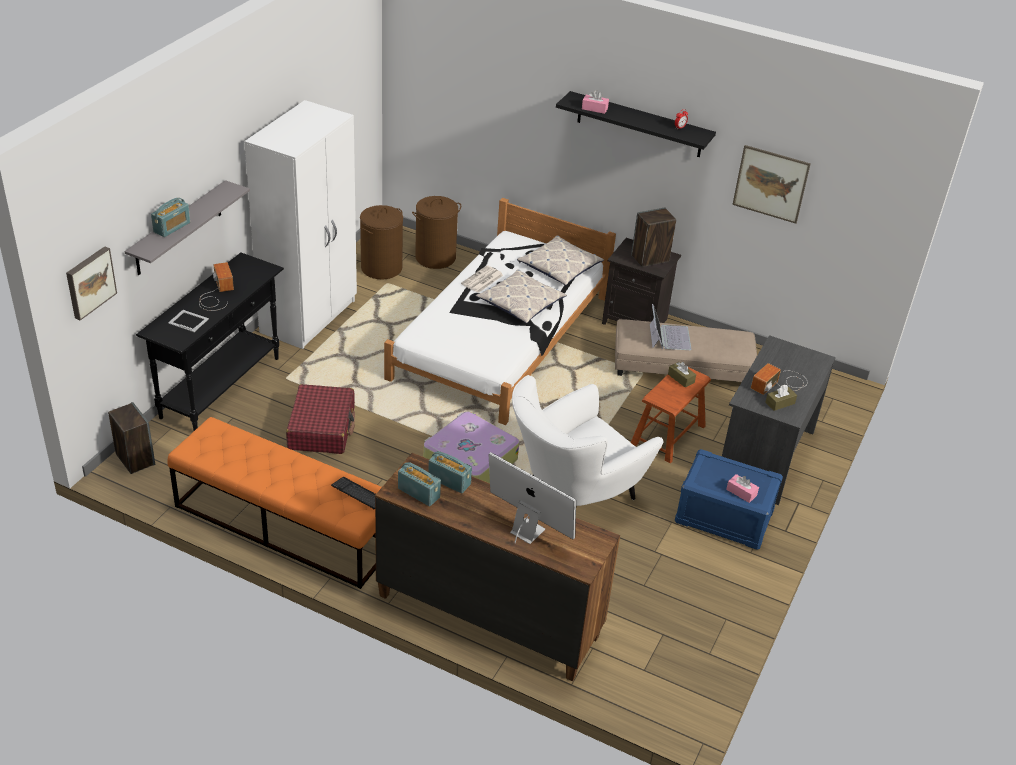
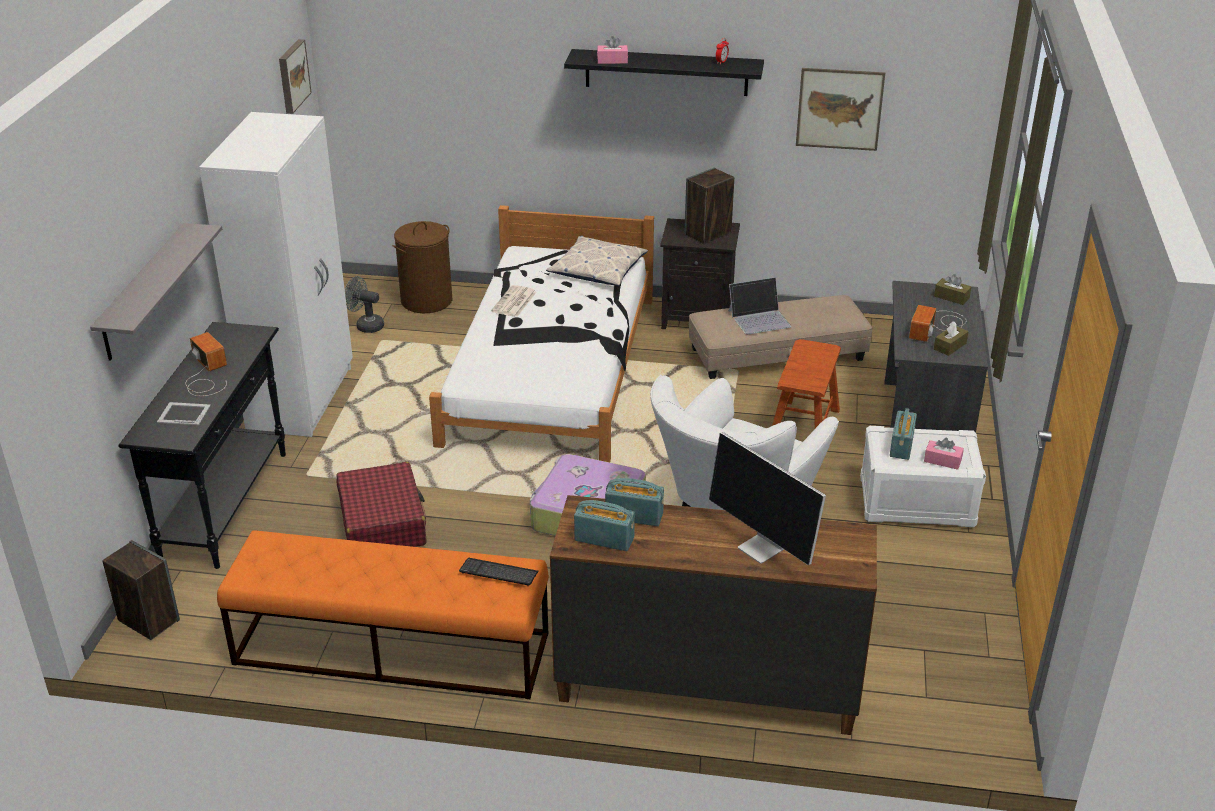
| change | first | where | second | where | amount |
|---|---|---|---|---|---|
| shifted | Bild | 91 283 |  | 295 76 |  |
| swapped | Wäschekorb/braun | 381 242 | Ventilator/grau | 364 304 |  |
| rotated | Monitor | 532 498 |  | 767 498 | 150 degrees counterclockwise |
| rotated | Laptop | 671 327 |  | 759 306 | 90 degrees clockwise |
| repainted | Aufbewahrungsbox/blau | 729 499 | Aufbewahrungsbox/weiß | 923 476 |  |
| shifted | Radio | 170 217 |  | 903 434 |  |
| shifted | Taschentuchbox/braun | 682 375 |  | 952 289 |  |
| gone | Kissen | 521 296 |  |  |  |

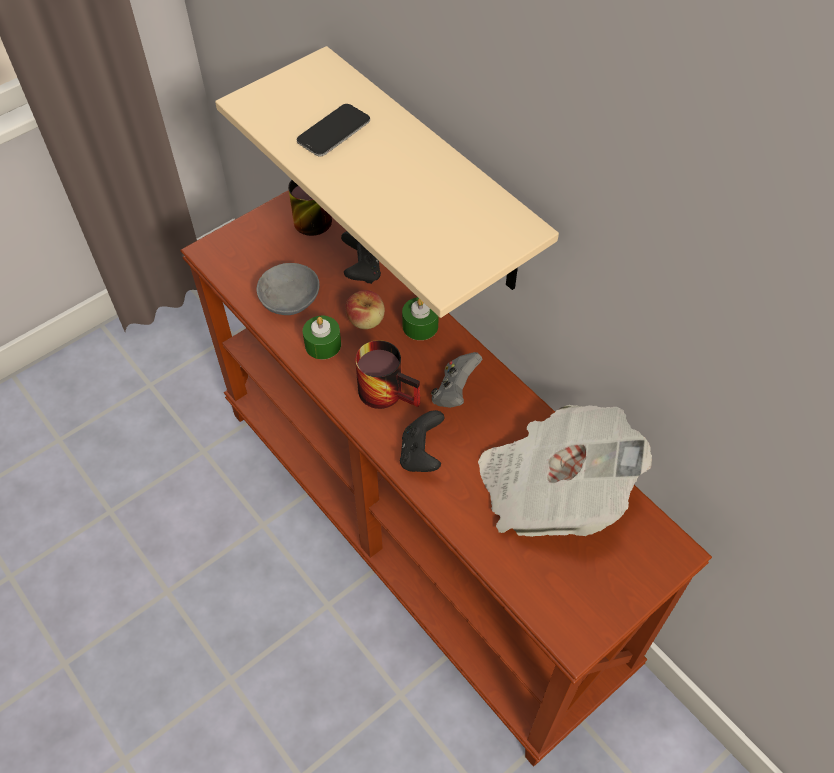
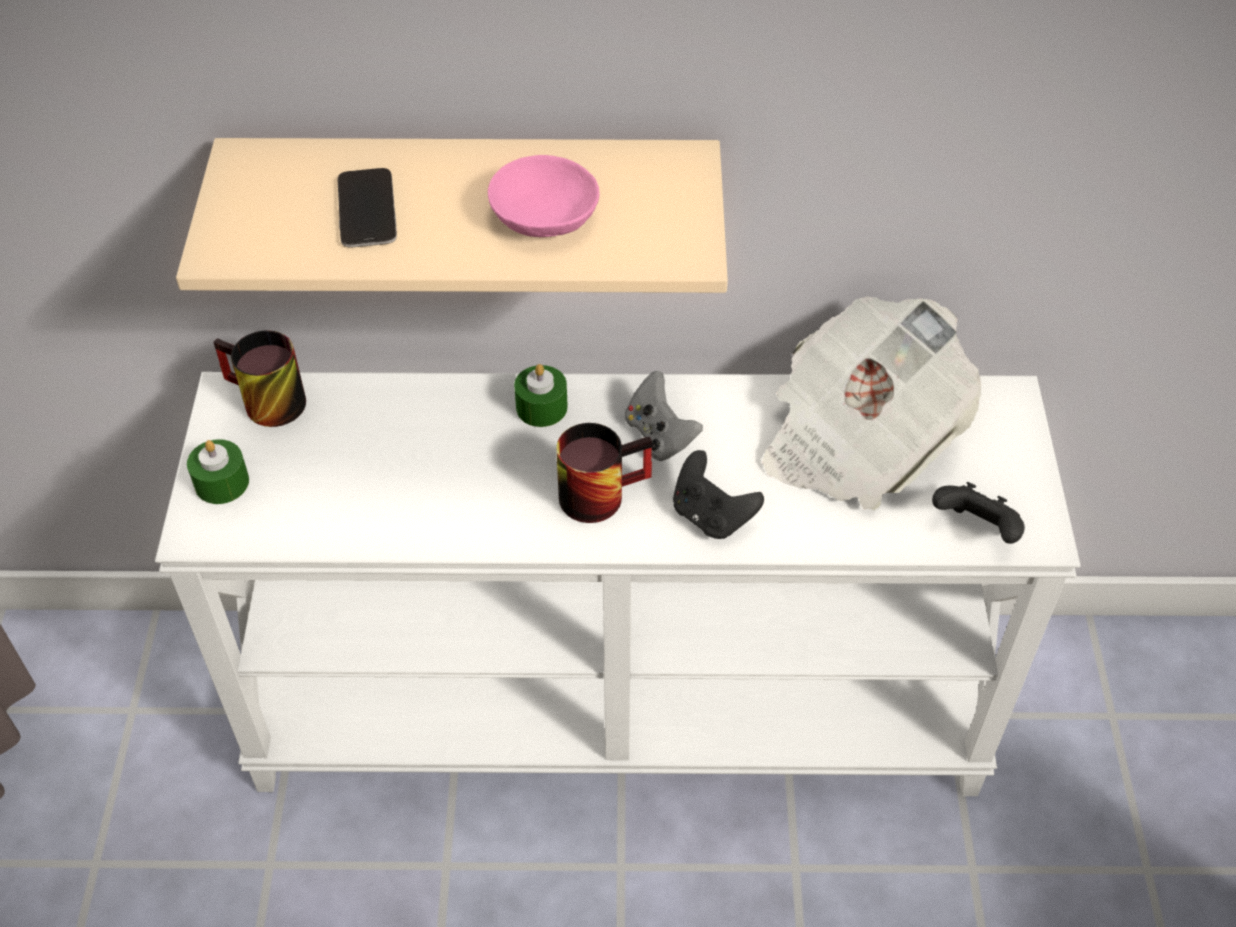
| change | first | where | second | where | amount |
|---|---|---|---|---|---|
| repainted | Konsolentisch/braun | 446 478 | Konsolentisch/weiß | 618 584 |  |
| shifted | Kerze/grün | 322 337 |  | 218 471 |  |
| new |  |  | Schüssel/rosa | 543 196 |  |
| shifted | Gamepad/schwarz | 361 257 |  | 978 513 |  |
| gone | Schüssel/grau | 288 289 |  |  |  |
| gone | Apfel | 365 309 |  |  |  |

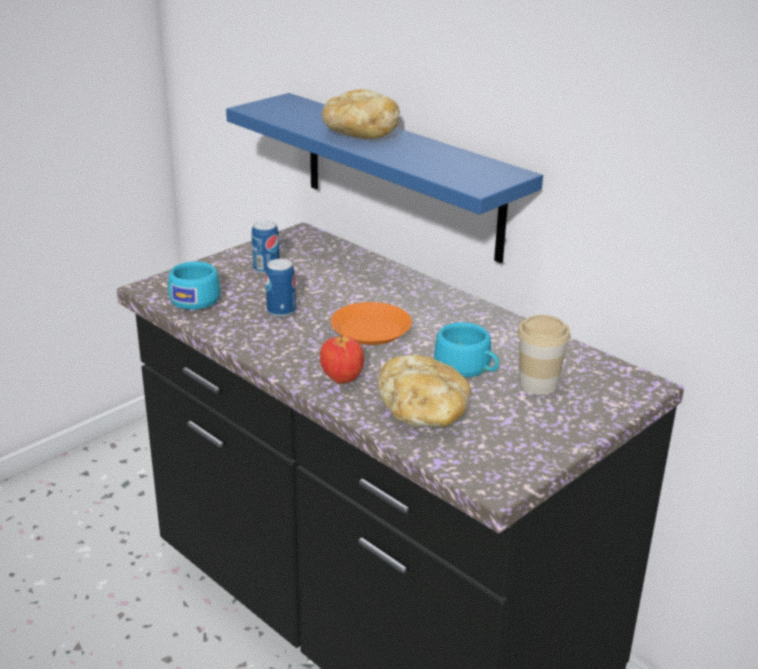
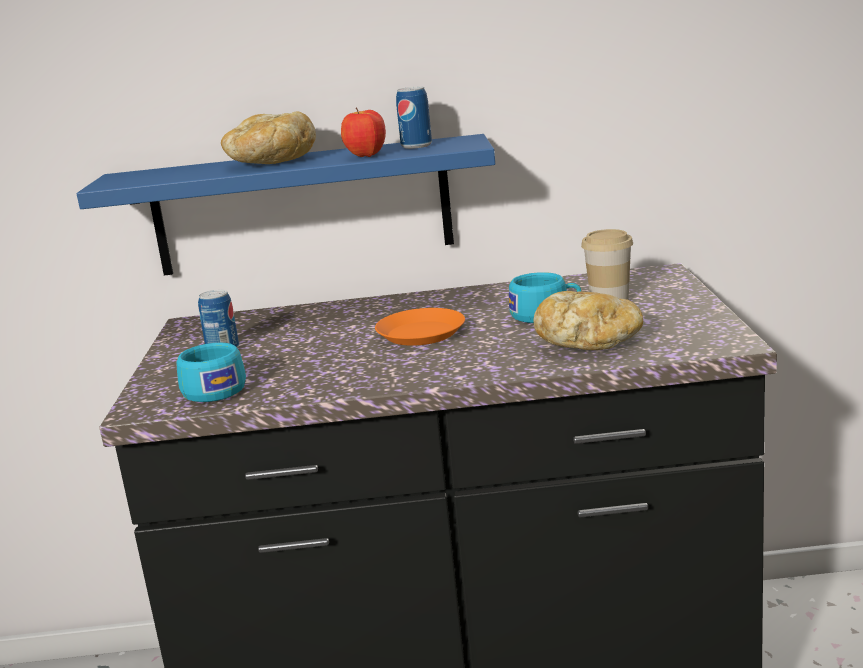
| change | first | where | second | where | amount |
|---|---|---|---|---|---|
| shifted | Apfel | 342 359 |  | 363 132 |  |
| shifted | Dose | 280 288 |  | 414 118 |  |

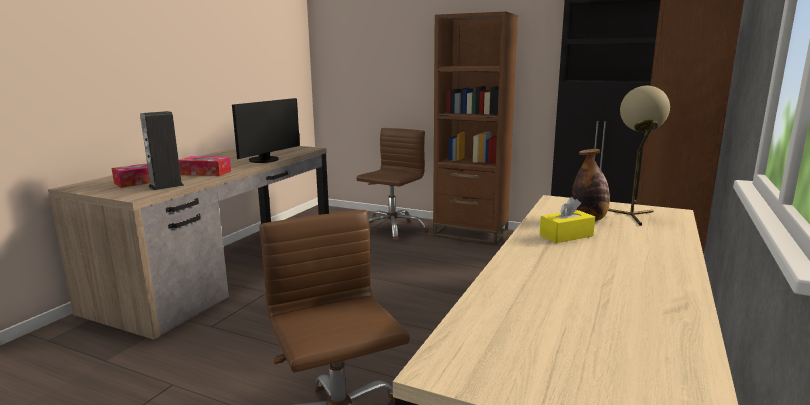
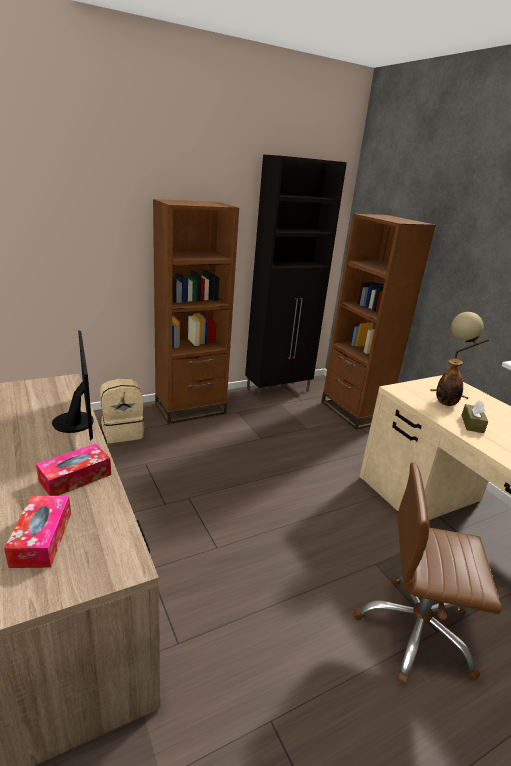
| change | first | where | second | where | amount |
|---|---|---|---|---|---|
| swapped | Bürostuhl/braun | 392 185 | Rucksack/beige | 122 410 |  |
| repainted | Taschentuchbox/gelb | 567 220 | Taschentuchbox/braun | 474 416 |  |
| gone | Lautsprecher | 162 150 |  |  |  |

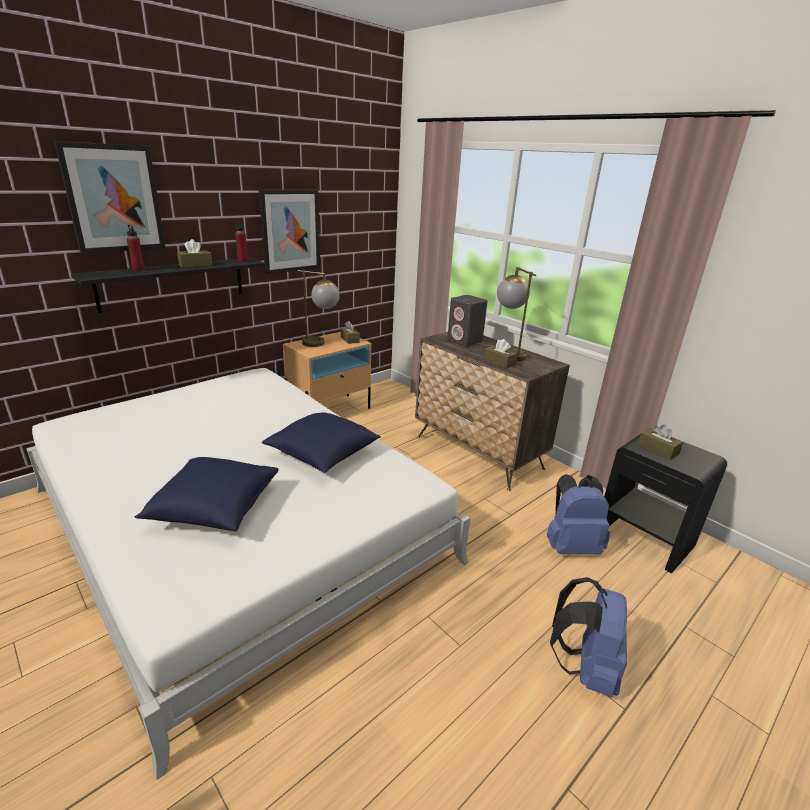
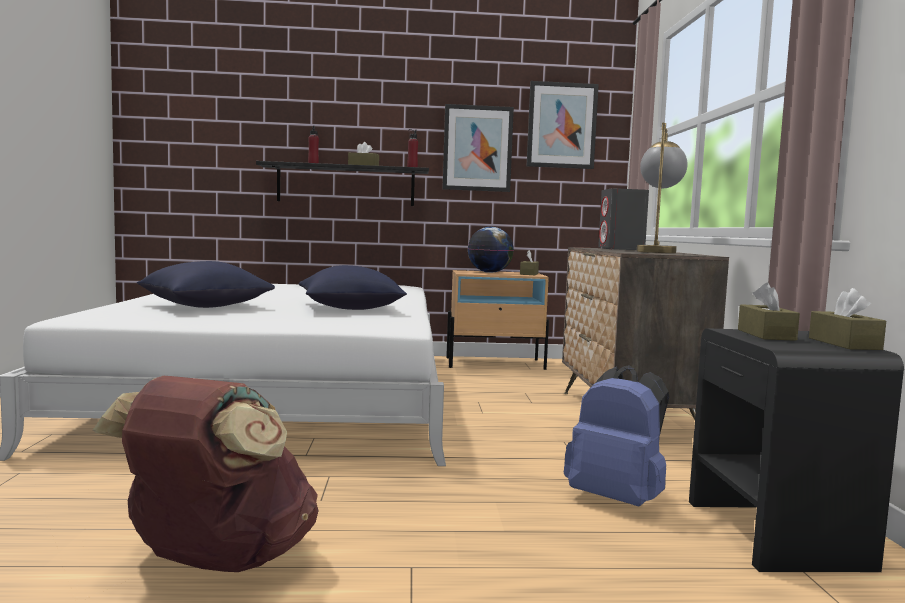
| change | first | where | second | where | amount |
|---|---|---|---|---|---|
| new |  |  | Rucksack/braun | 206 474 |  |
| swapped | Tischlampe | 318 308 | Globus | 491 250 |  |
| shifted | Bild | 110 197 |  | 563 125 |  |
| shifted | Taschentuchbox/braun | 500 354 |  | 847 319 |  |
| gone | Rucksack/blau | 588 637 |  |  |  |

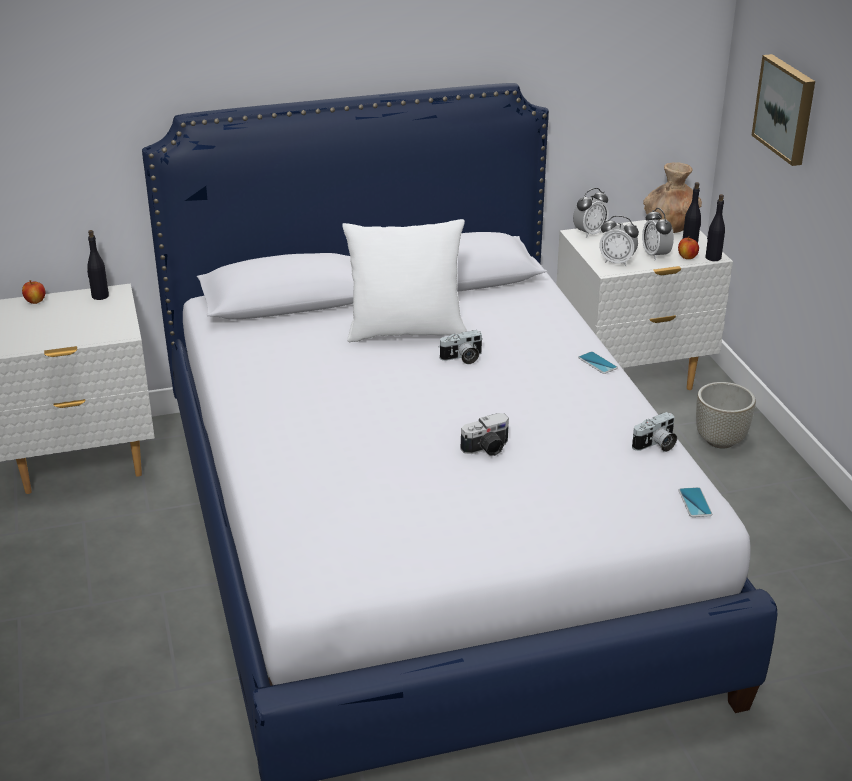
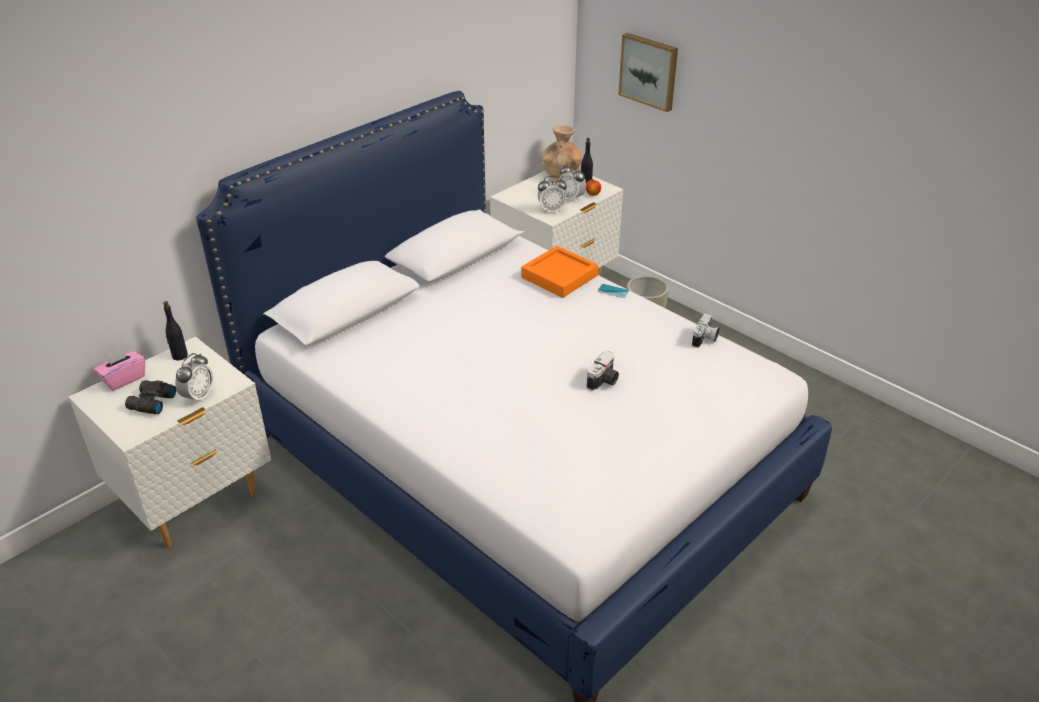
| change | first | where | second | where | amount |
|---|---|---|---|---|---|
| swapped | Apfel | 33 292 | Taschentuchbox/rosa | 119 369 |  |
| new |  |  | Fernglas/schwarz | 150 397 |  |
| shifted | Wecker | 591 213 |  | 194 379 |  |
| new |  |  | Tablett/orange | 559 272 |  |
| gone | Kissen/weiß | 404 280 |  |  |  |
| gone | Kamera | 461 347 |  |  |  |
| gone | Handy | 696 502 |  |  |  |
| gone | Flasche/schwarz | 715 227 |  |  |  |

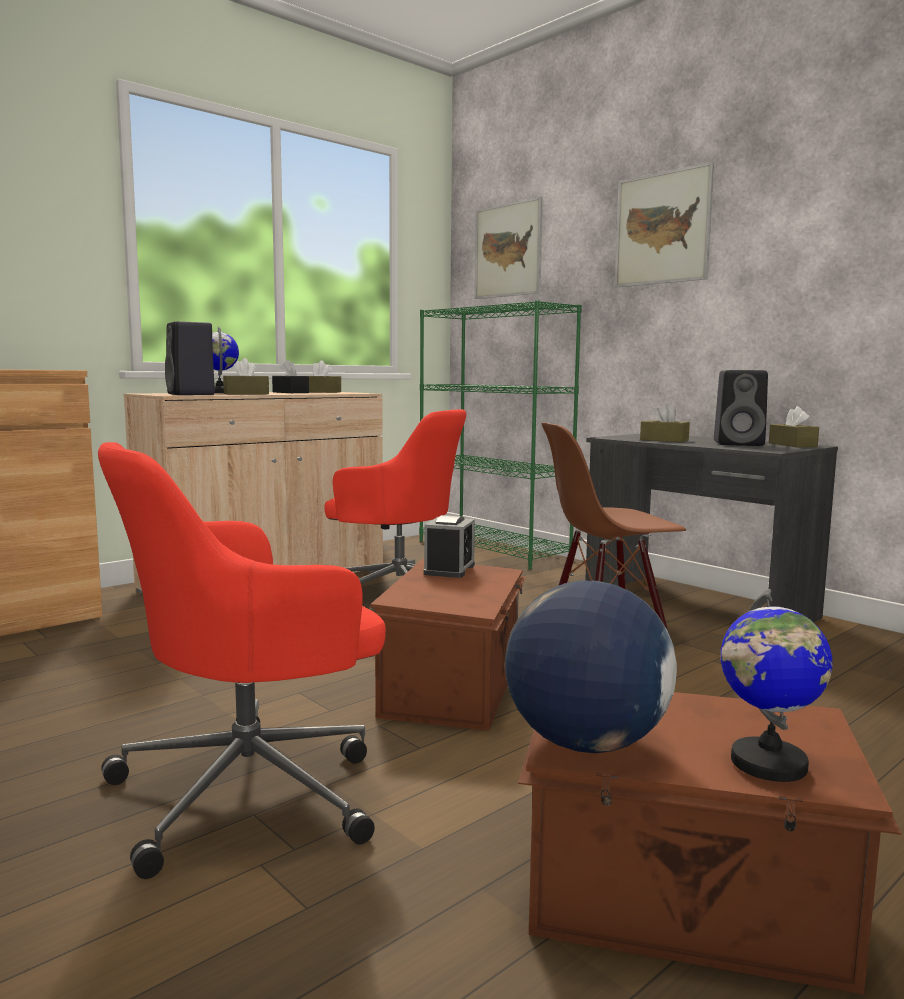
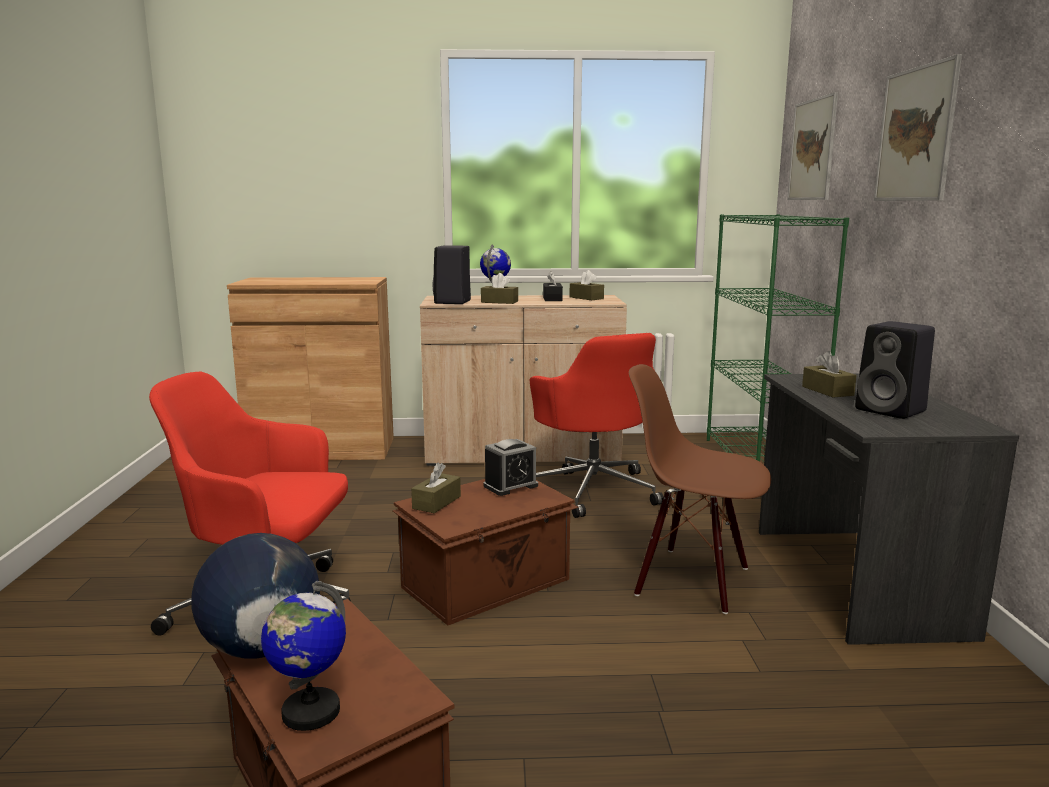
| change | first | where | second | where | amount |
|---|---|---|---|---|---|
| shifted | Taschentuchbox/braun | 794 426 |  | 436 488 |  |

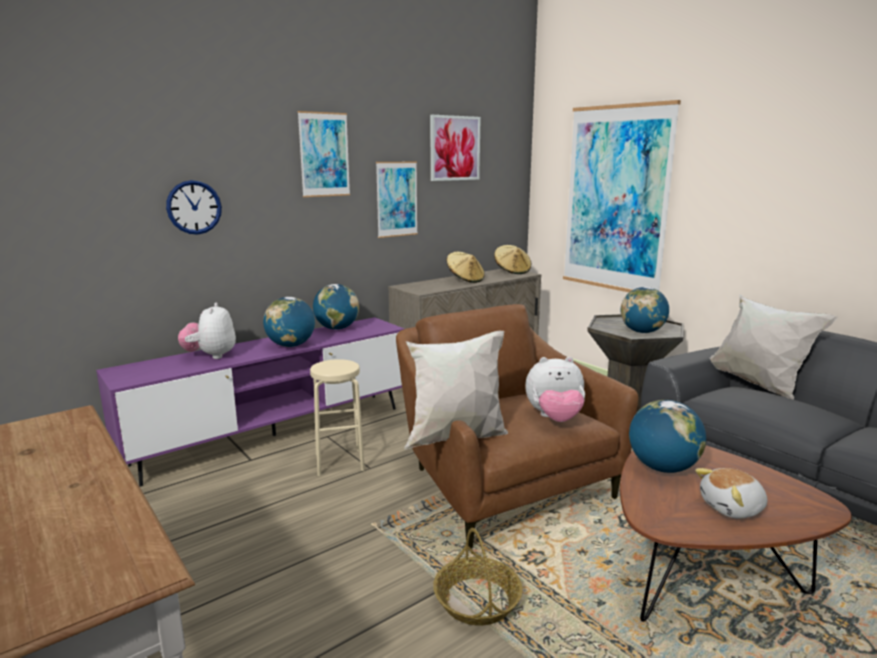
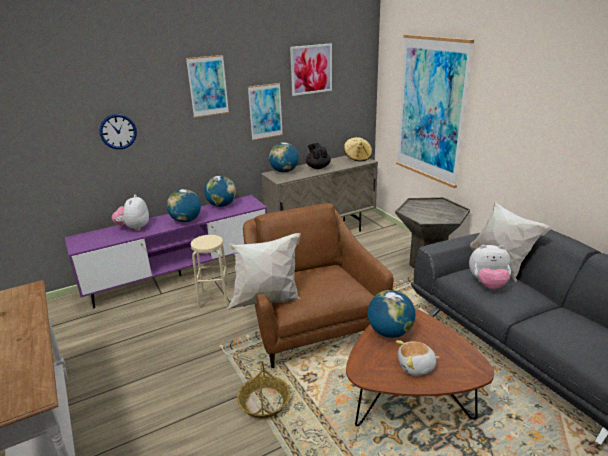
| change | first | where | second | where | amount |
|---|---|---|---|---|---|
| shifted | Globus | 644 310 |  | 284 157 |  |
| swapped | Hut/beige | 465 267 | Teekanne/schwarz | 318 156 |  |
| shifted | Plüschtier | 555 389 |  | 490 267 |  |

